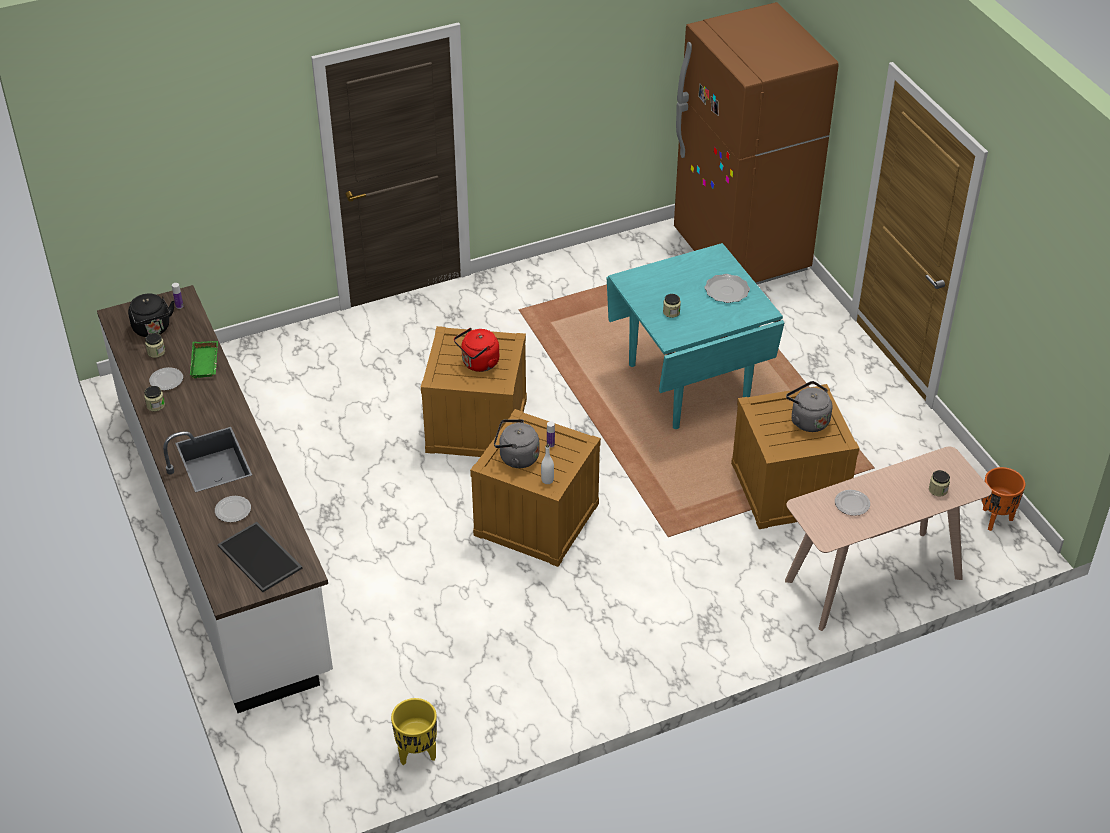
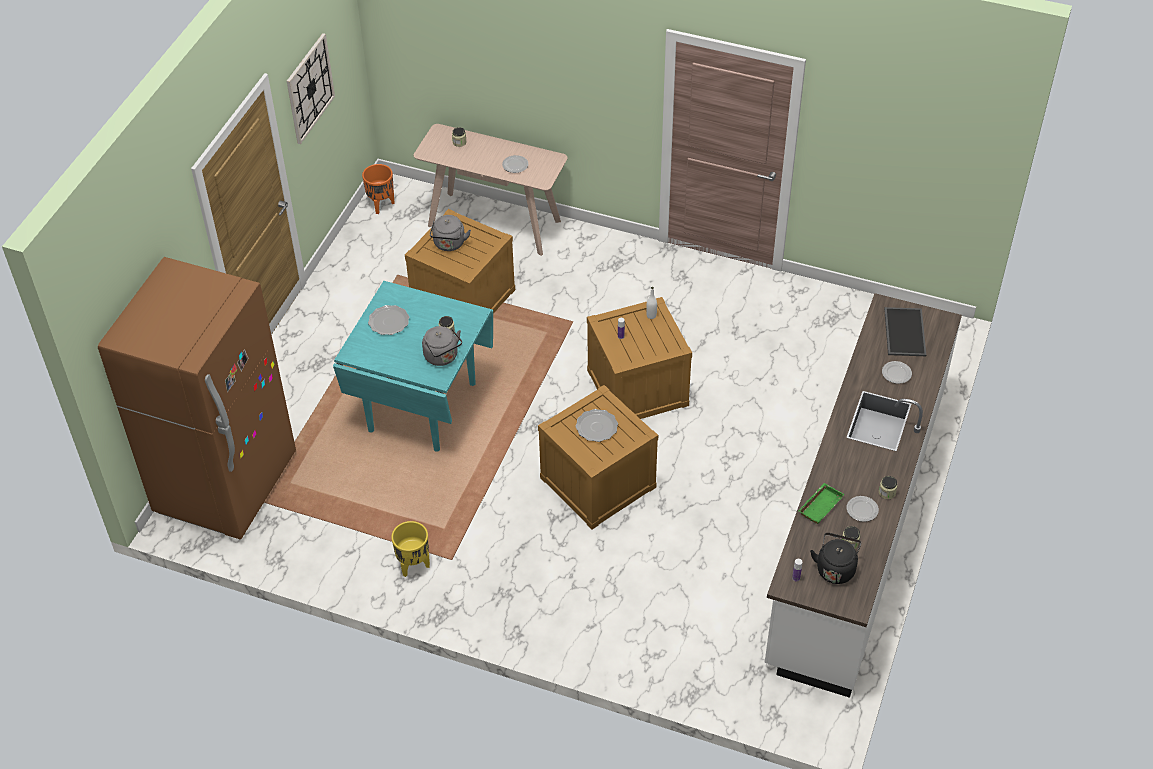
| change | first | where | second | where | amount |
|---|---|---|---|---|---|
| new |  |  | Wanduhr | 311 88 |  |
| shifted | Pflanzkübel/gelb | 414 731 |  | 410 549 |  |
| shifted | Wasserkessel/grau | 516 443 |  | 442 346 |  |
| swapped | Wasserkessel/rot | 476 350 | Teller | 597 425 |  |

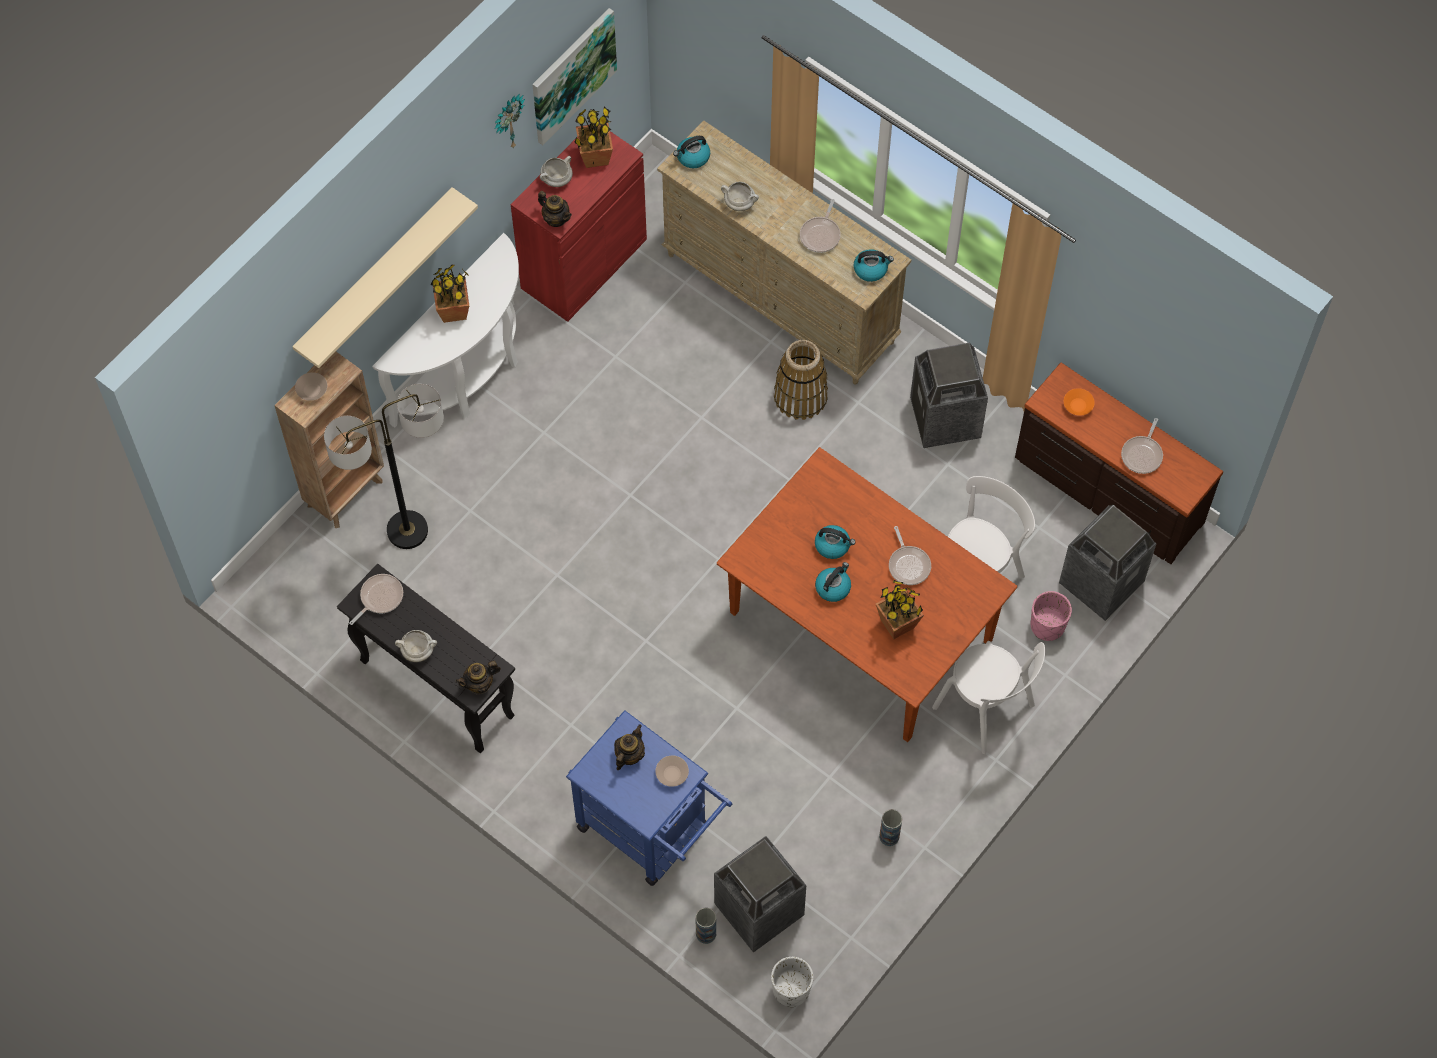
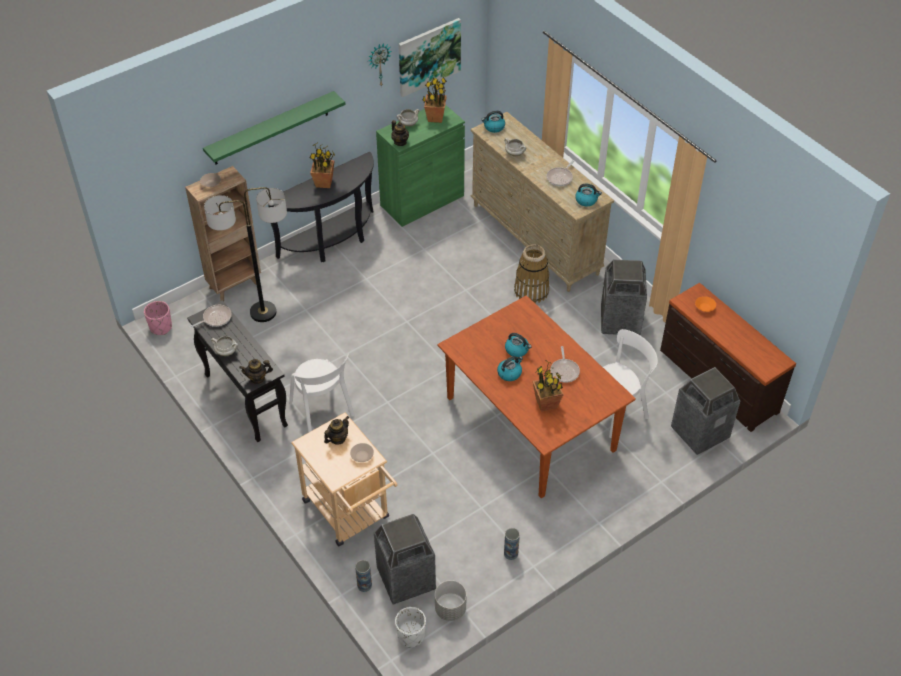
| change | first | where | second | where | amount |
|---|---|---|---|---|---|
| shifted | Pflanzkübel/rosa | 1051 616 |  | 158 318 |  |
| repainted | Wandregal/beige | 385 277 | Wandregal/grün | 274 128 |  |
| repainted | Konsolentisch/weiß | 445 330 | Konsolentisch/schwarz | 321 207 |  |
| shifted | Stuhl/weiß | 988 697 |  | 322 393 |  |
| repainted | Rollwagen/blau | 649 798 | Rollwagen/beige | 344 479 |  |
| repainted | Schrank/rot | 579 226 | Schrank/grün | 420 166 |  |
| new |  |  | Pflanzkübel/grau | 451 600 |  |
| gone | Pfanne | 1142 446 |  |  |  |

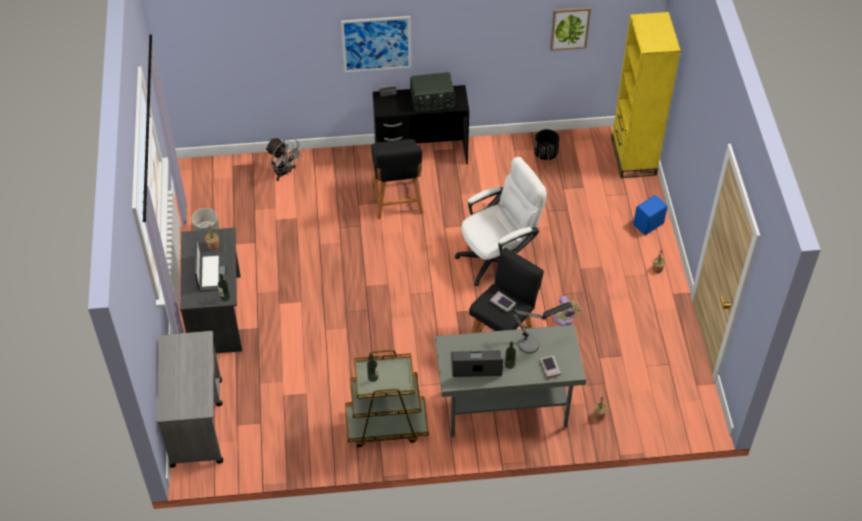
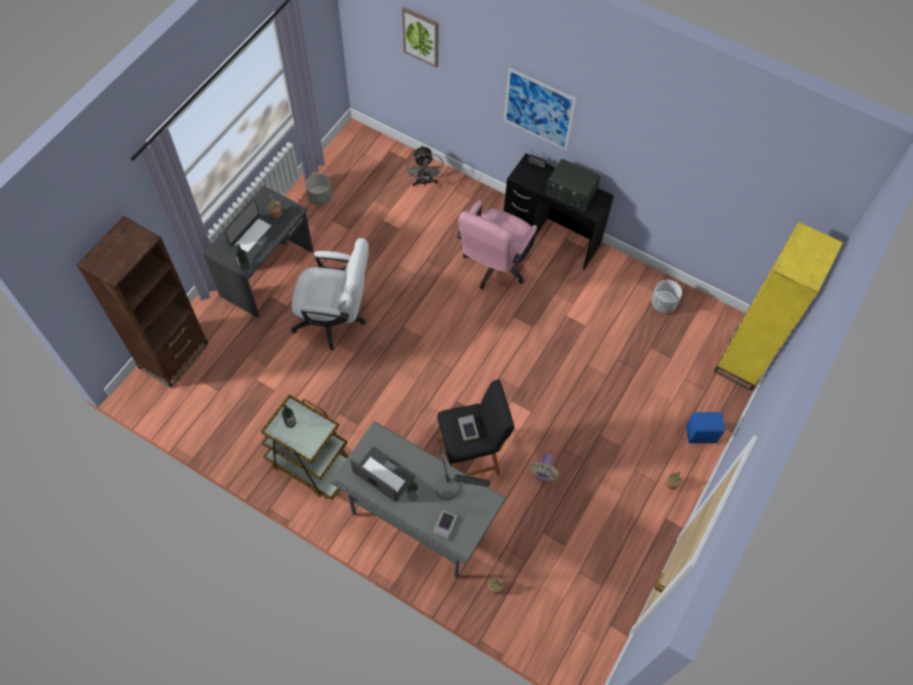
| change | first | where | second | where | amount |
|---|---|---|---|---|---|
| swapped | Rollwagen/grau | 189 399 | Bücherregal/braun | 142 302 |  |
| shifted | Bürostuhl/weiß | 501 221 |  | 330 294 |  |
| shifted | Bild | 570 29 |  | 420 37 |  |
| swapped | Hocker/schwarz | 397 179 | Bürostuhl/rosa | 496 244 |  |
| repainted | Pflanzkübel/schwarz | 547 144 | Pflanzkübel/weiß | 666 296 |  |

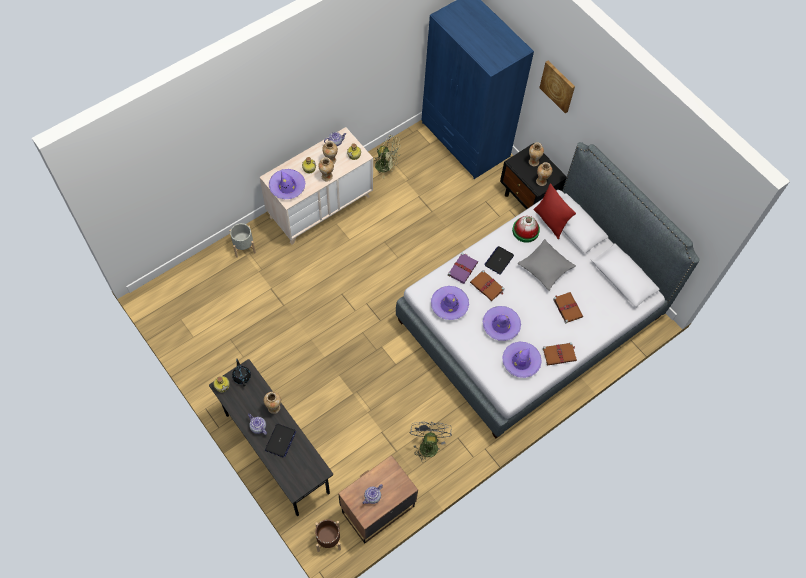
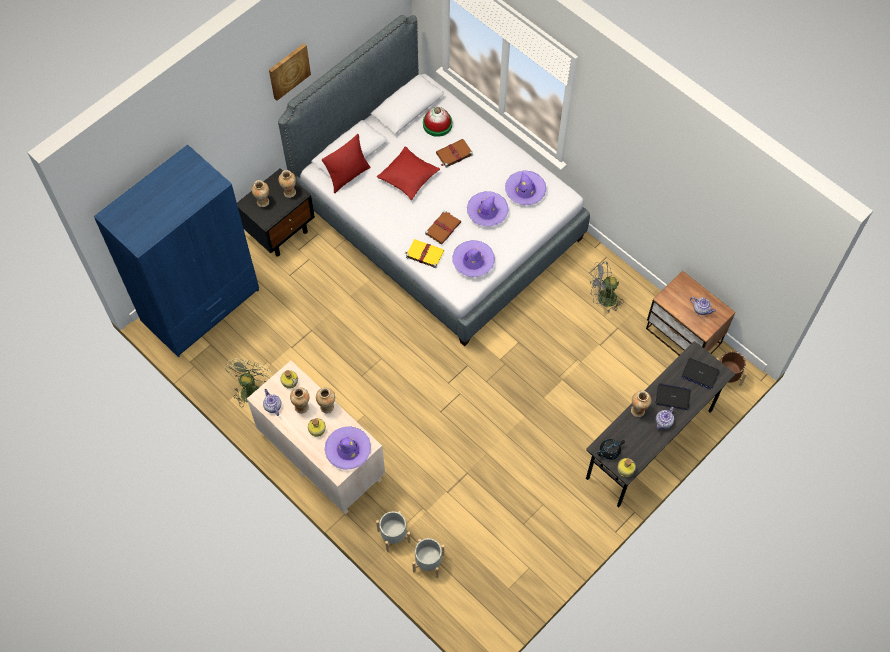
| change | first | where | second | where | amount |
|---|---|---|---|---|---|
| shifted | Bild | 557 87 |  | 290 72 |  |
| repainted | Kissen/grau | 546 265 | Kissen/rot | 408 173 |  |
| repainted | Buch/lila | 463 268 | Buch/gelb | 424 253 |  |
| new |  |  | Pflanzkübel/grau | 428 558 |  |
| shifted | Hut | 526 229 |  | 437 122 |  |
| shifted | Laptop | 499 260 |  | 701 374 |  |
| gone | Buch/braun | 560 354 |  |  |  |

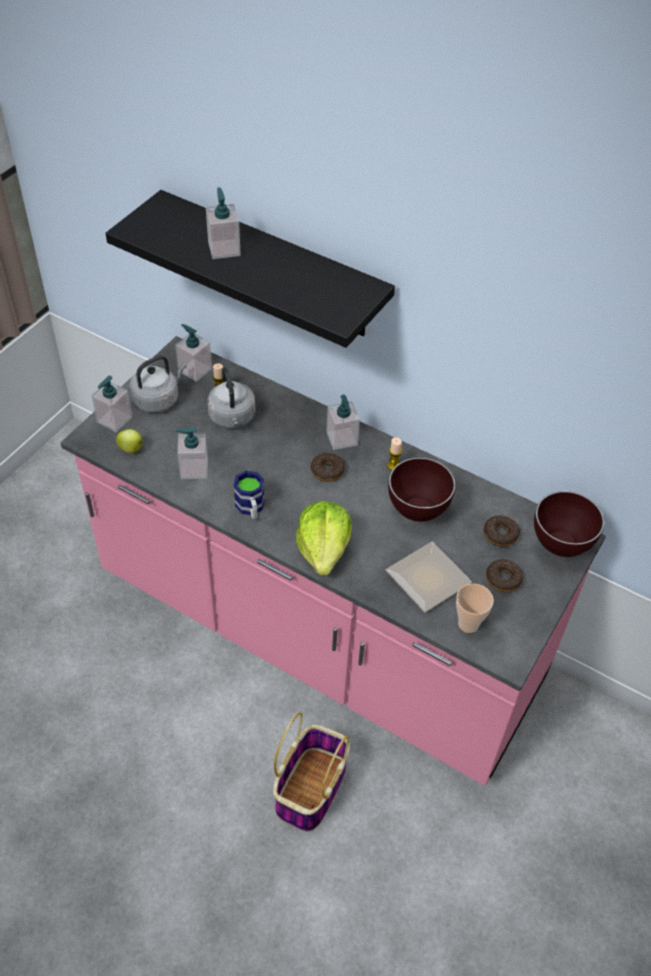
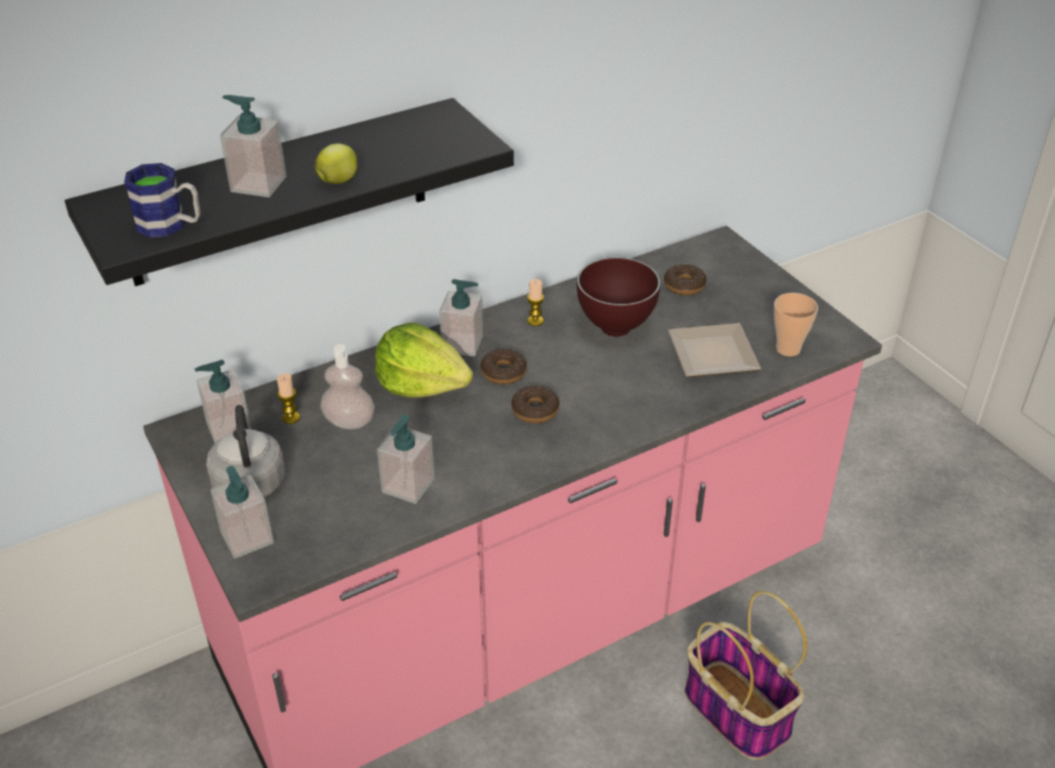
| change | first | where | second | where | amount |
|---|---|---|---|---|---|
| shifted | Henkelbecher | 249 495 |  | 162 200 |  |
| shifted | Apfel | 129 441 |  | 336 163 |  |
| swapped | Wasserkessel/grau | 231 397 | Seifenspender | 347 386 |  |
| shifted | Salatkopf | 324 538 |  | 424 360 |  |
| shifted | Donut | 504 576 |  | 535 404 |  |
| gone | Schüssel/braun | 569 524 |  |  |  |

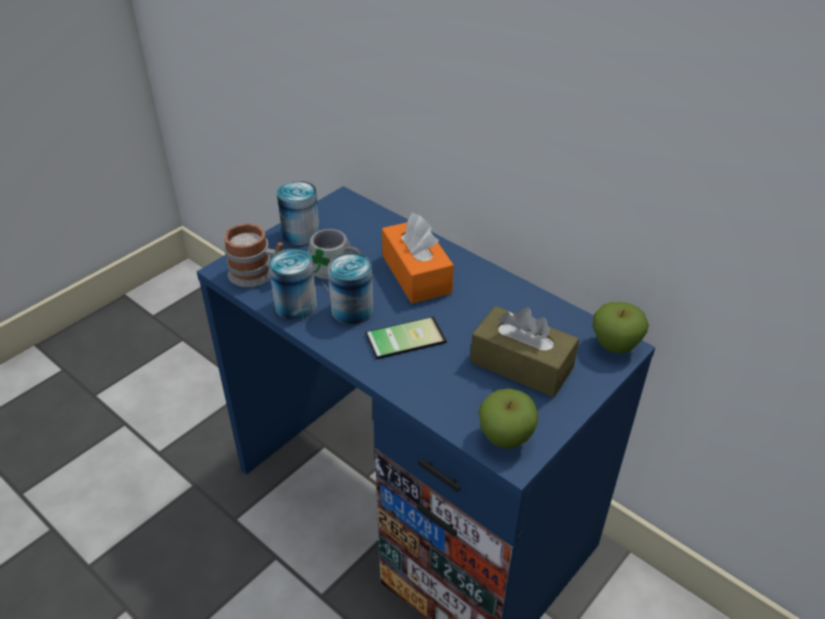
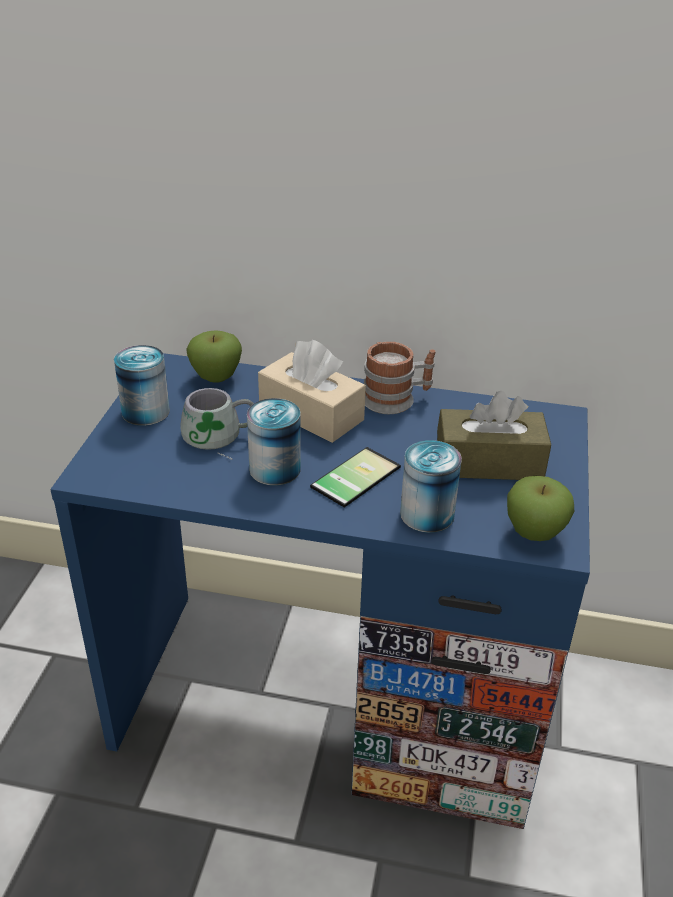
| change | first | where | second | where | amount |
|---|---|---|---|---|---|
| shifted | Apfel | 621 327 |  | 214 356 |  |
| repainted | Taschentuchbox/orange | 418 258 | Taschentuchbox/beige | 312 391 |  |
| shifted | Henkelbecher | 253 255 |  | 400 378 |  |
| shifted | Dose | 293 284 |  | 431 486 |  |

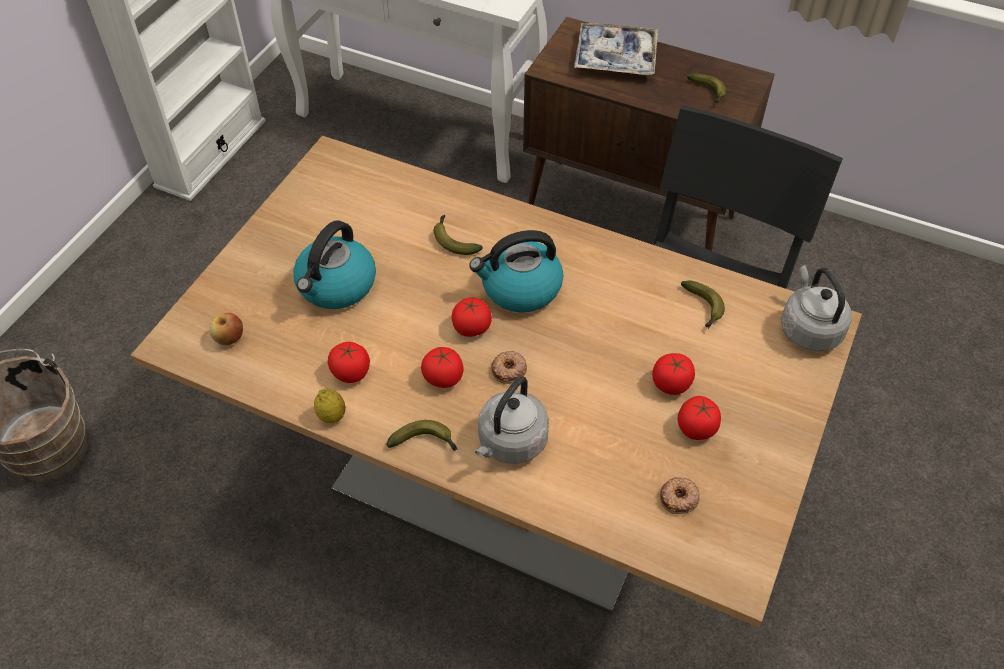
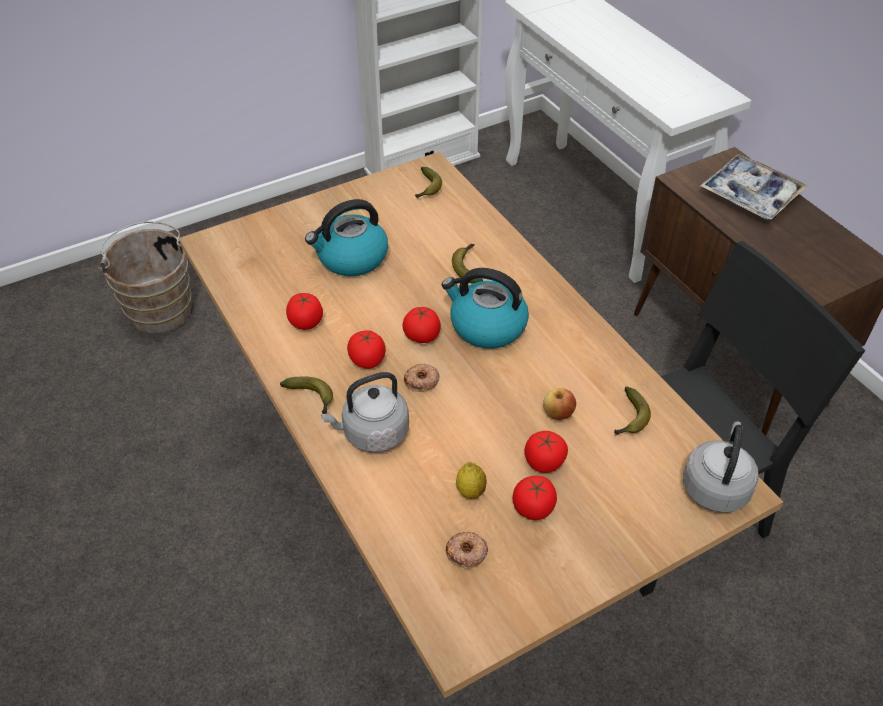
| change | first | where | second | where | amount |
|---|---|---|---|---|---|
| shifted | Banane | 706 88 |  | 428 182 |  |
| shifted | Zitrone | 330 405 |  | 471 480 |  |
| shifted | Apfel | 226 329 |  | 559 404 |  |

